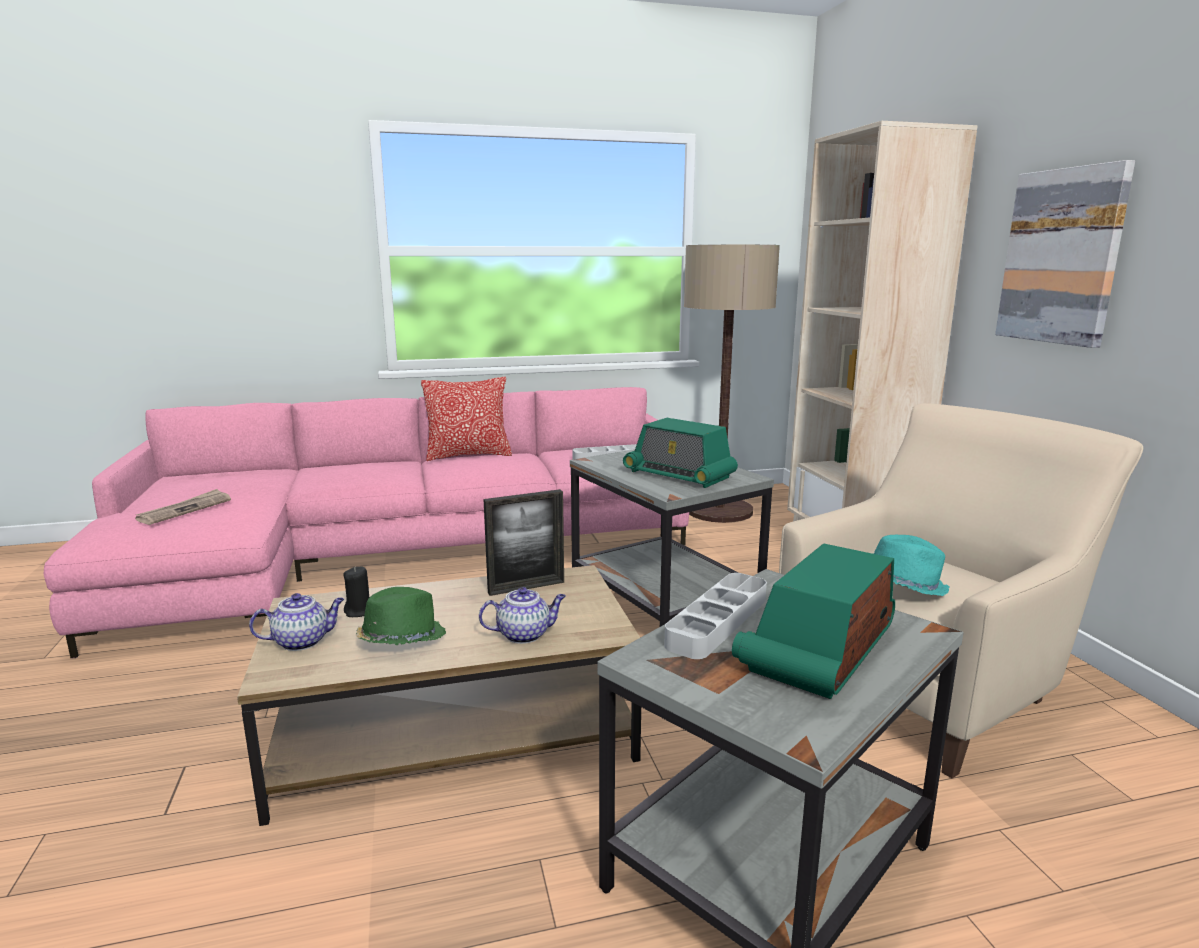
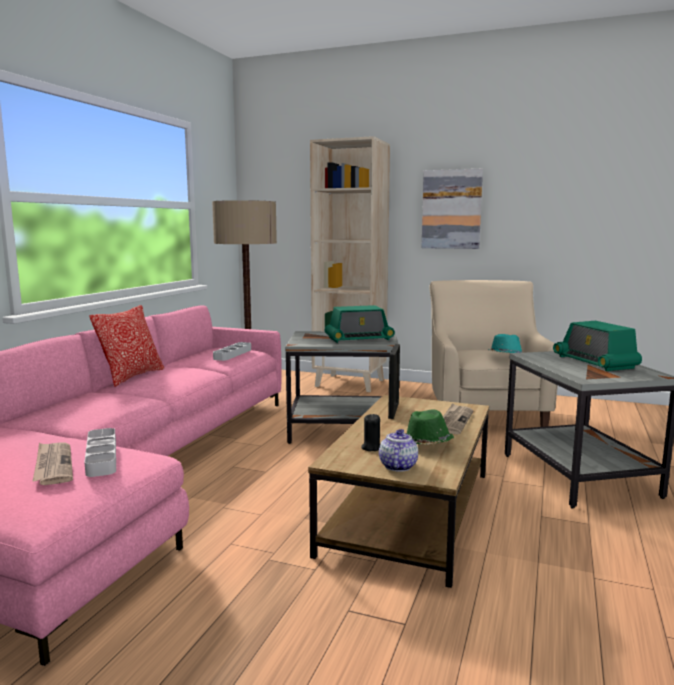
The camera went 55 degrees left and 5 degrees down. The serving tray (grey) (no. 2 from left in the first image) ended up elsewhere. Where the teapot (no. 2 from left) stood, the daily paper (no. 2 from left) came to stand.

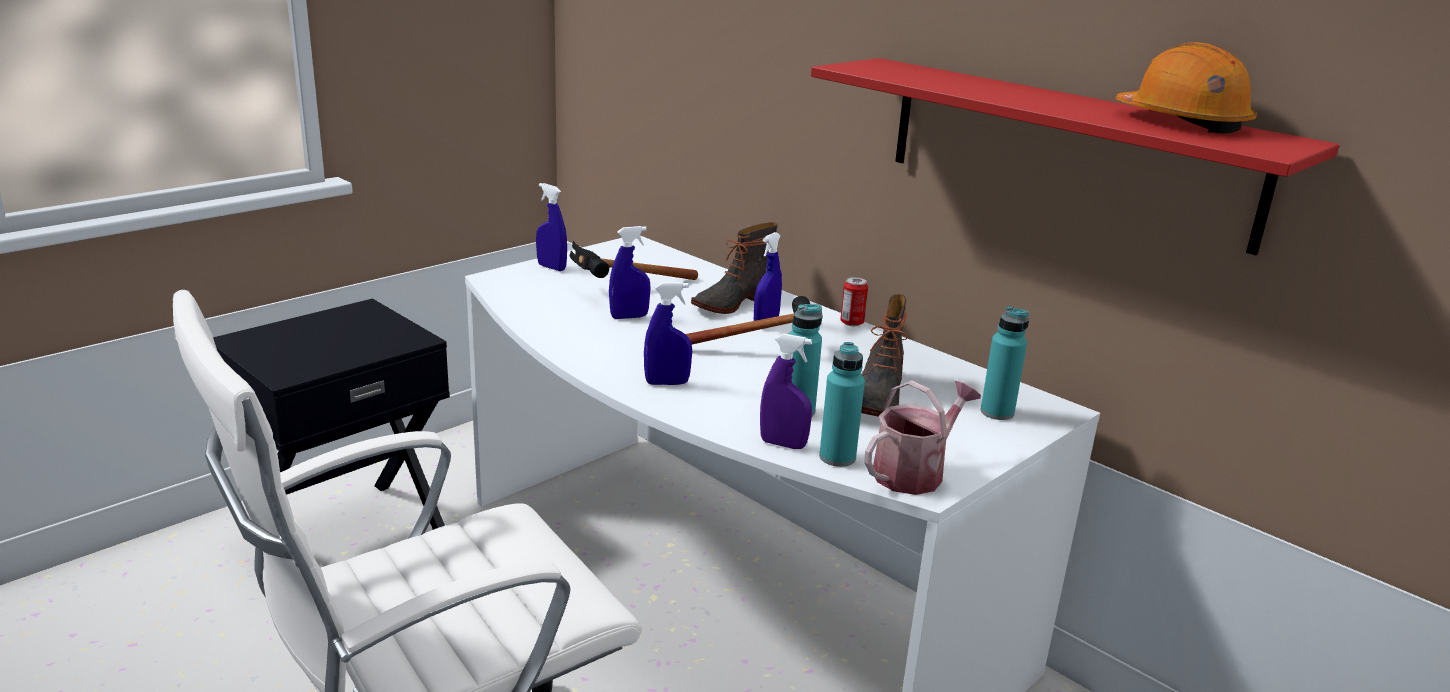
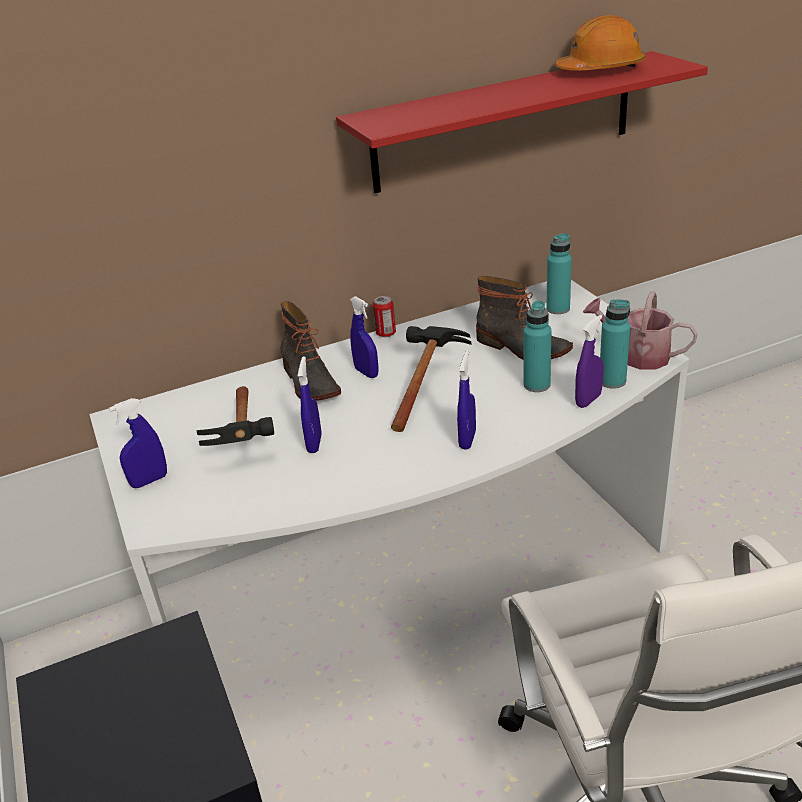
The camera went 65 degrees left and 10 degrees up. The watering pot ended up facing another way, 45 degrees counterclockwise from before.

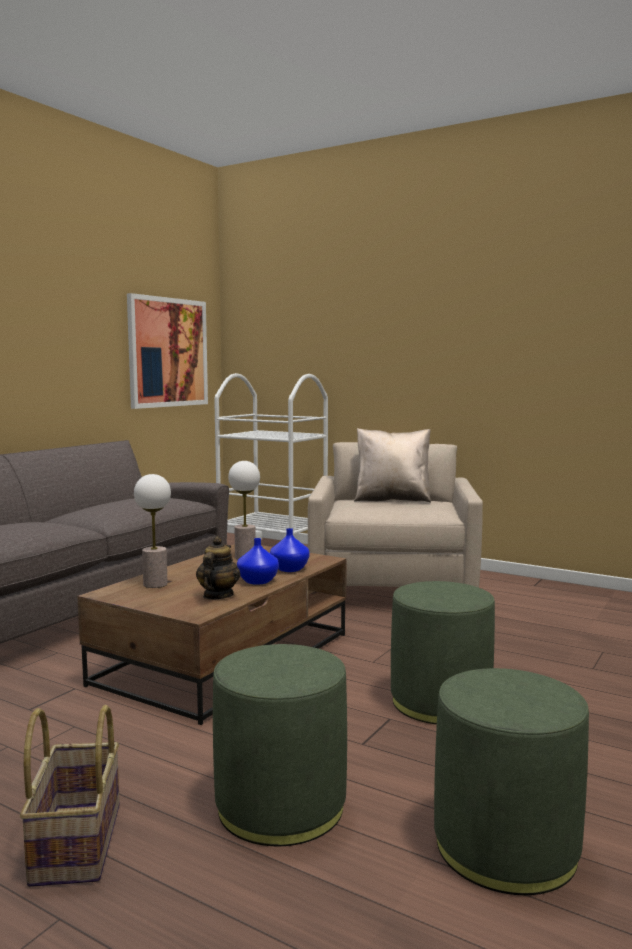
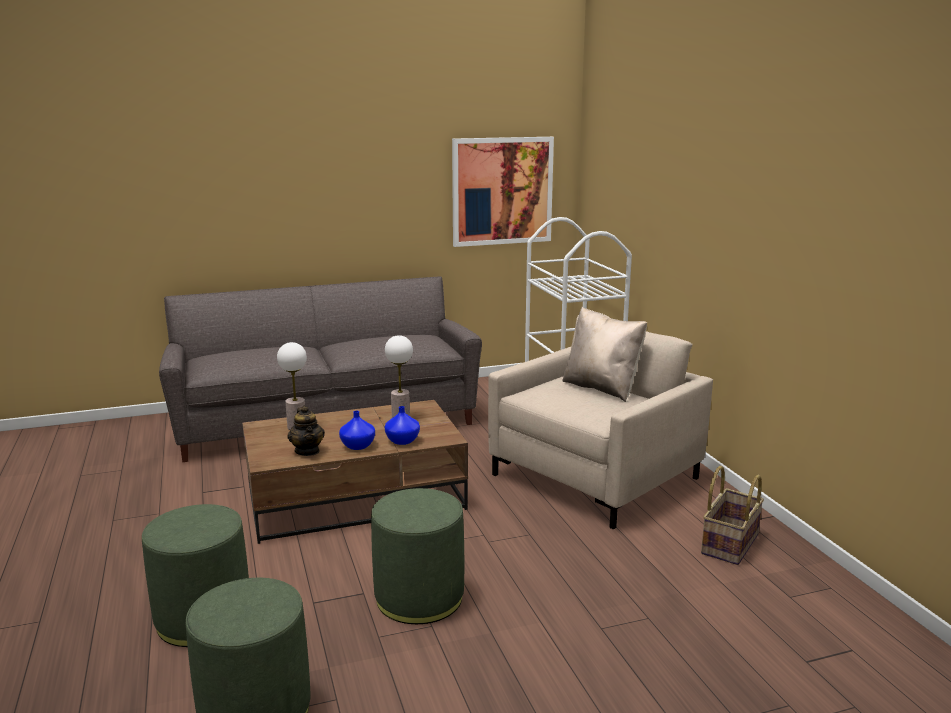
The camera went 40 degrees right and 10 degrees up. The teapot ended up facing another way, 105 degrees clockwise from before. The household basket ended up elsewhere.

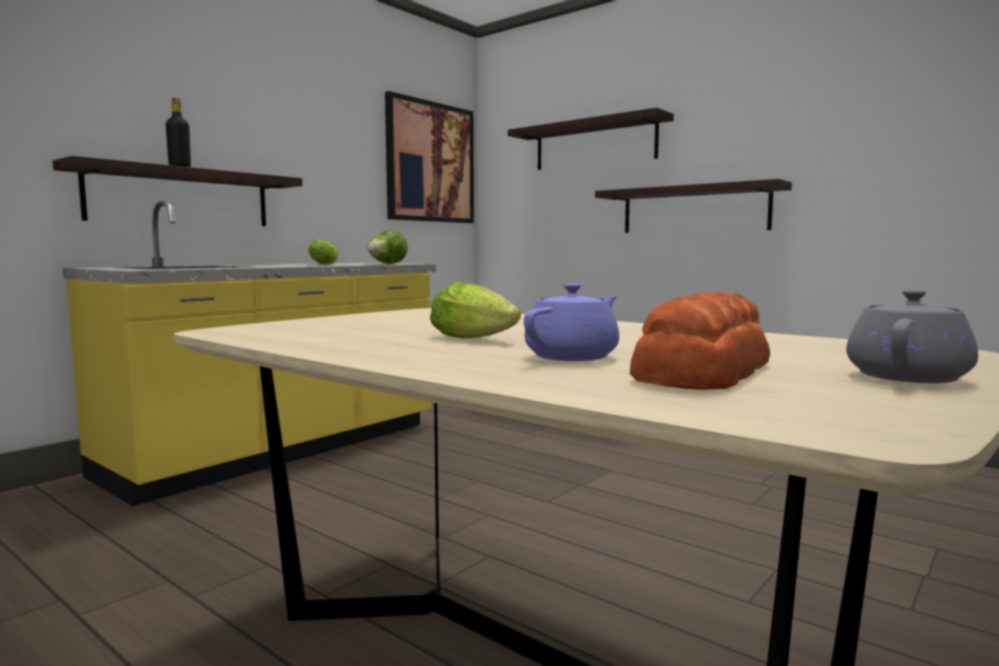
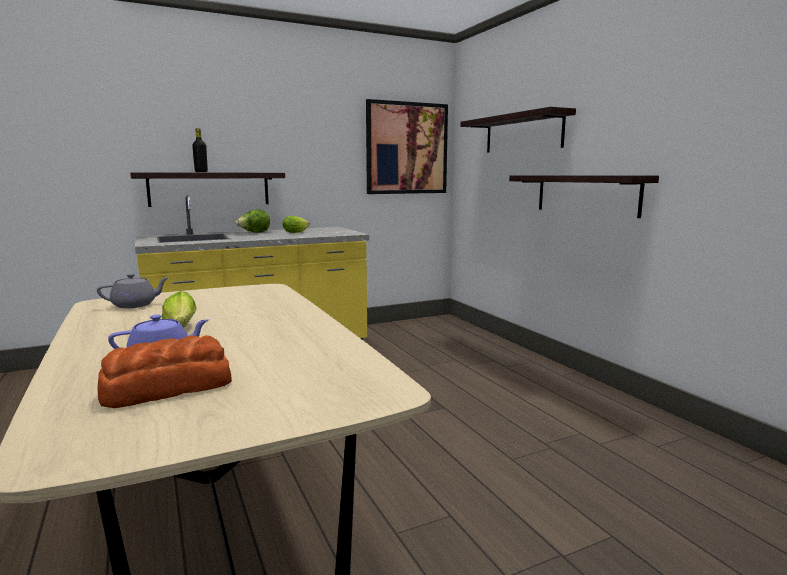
The camera went 25 degrees right and 5 degrees up. The lettuce (no. 2 from left) ended up elsewhere. The teapot (grey) ended up elsewhere.

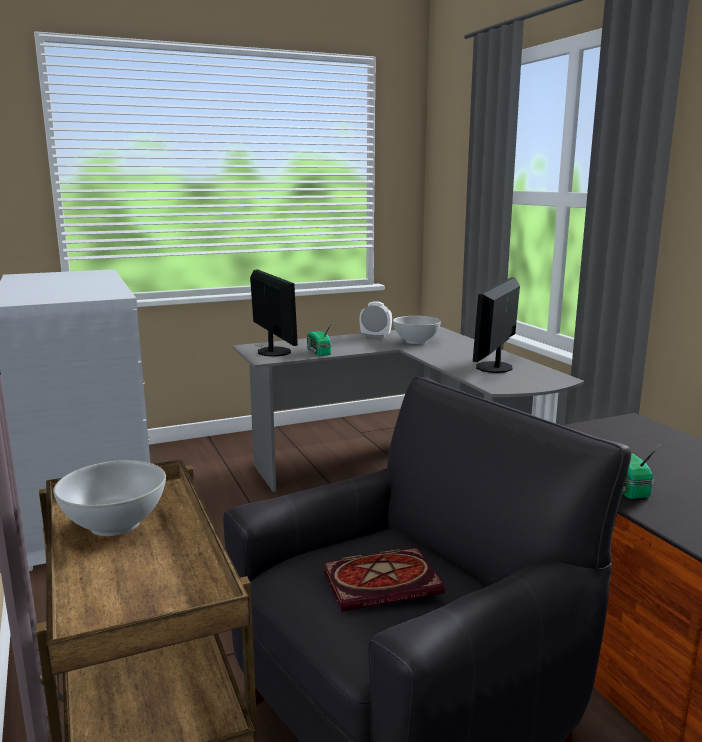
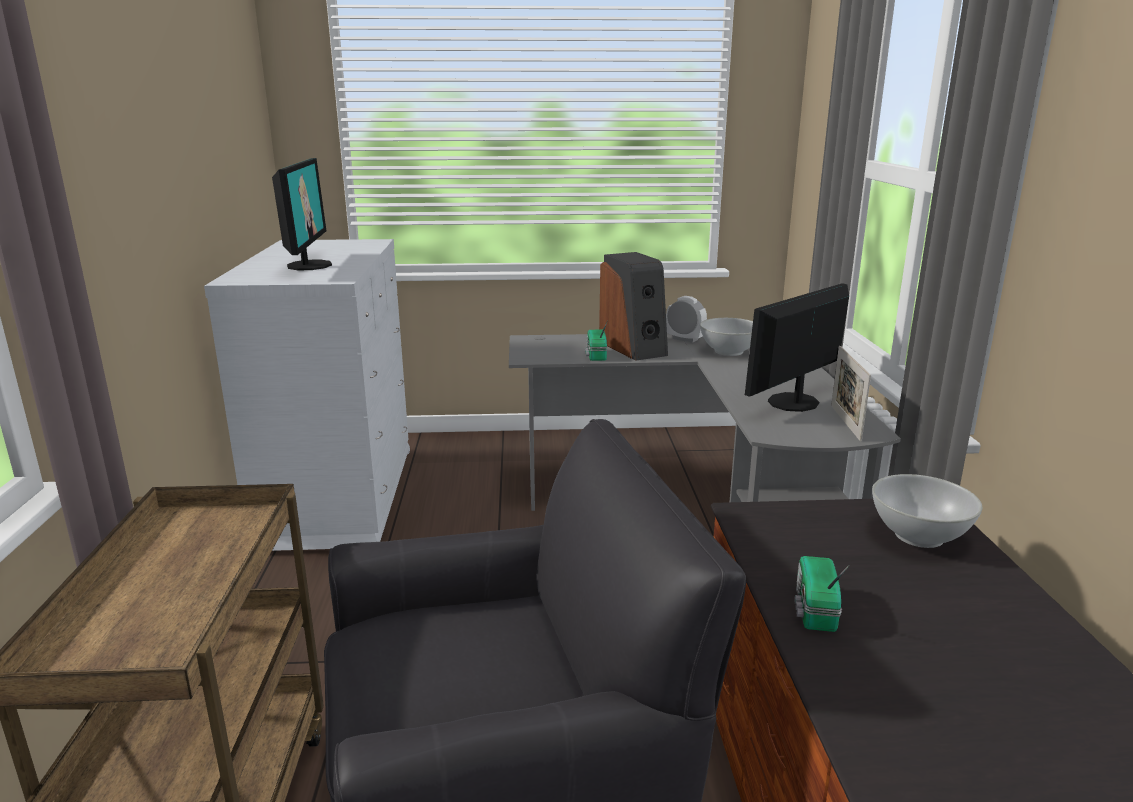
The camera went 20 degrees right and 5 degrees up. The monitor (no. 1 from left) ended up elsewhere. The deep dish (whitish) (no. 1 from left in the first image) ended up elsewhere. The second view lost the volume. The second view gained the audio speaker. The second view gained the standing frame.

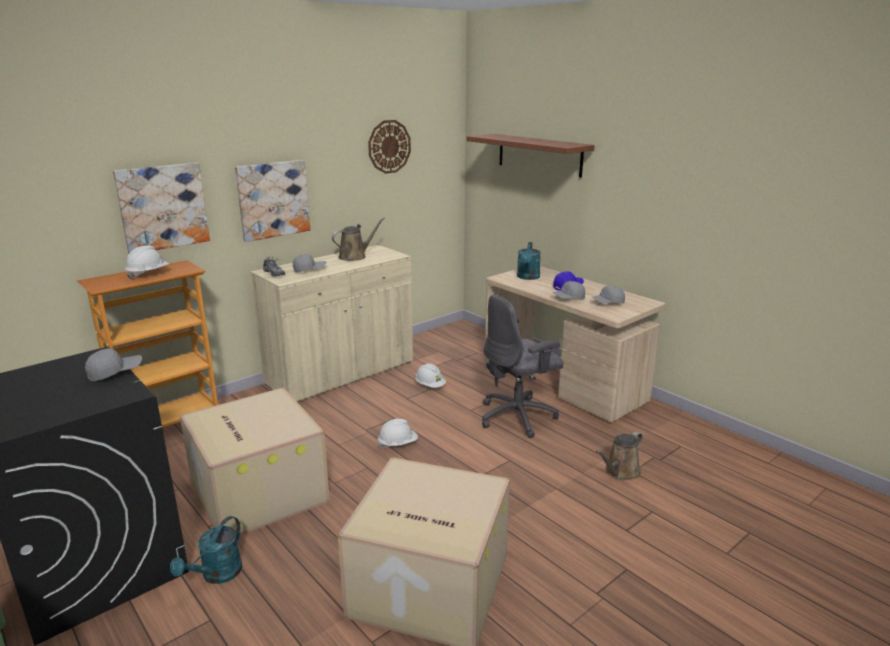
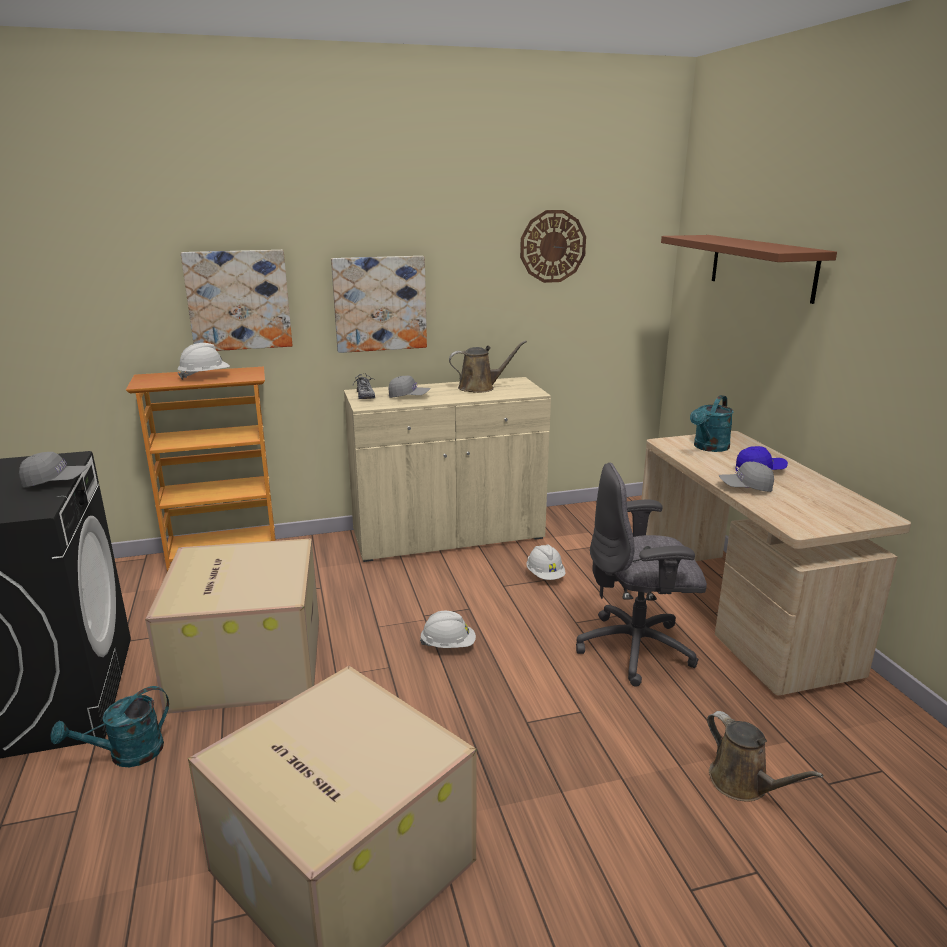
The camera went 25 degrees right and 0 degrees up. The second view lost the peaked cap (grey) (no. 4 from left). The watering pot (brown-coloured) (no. 2 from left) ended up facing another way, 105 degrees counterclockwise from before.

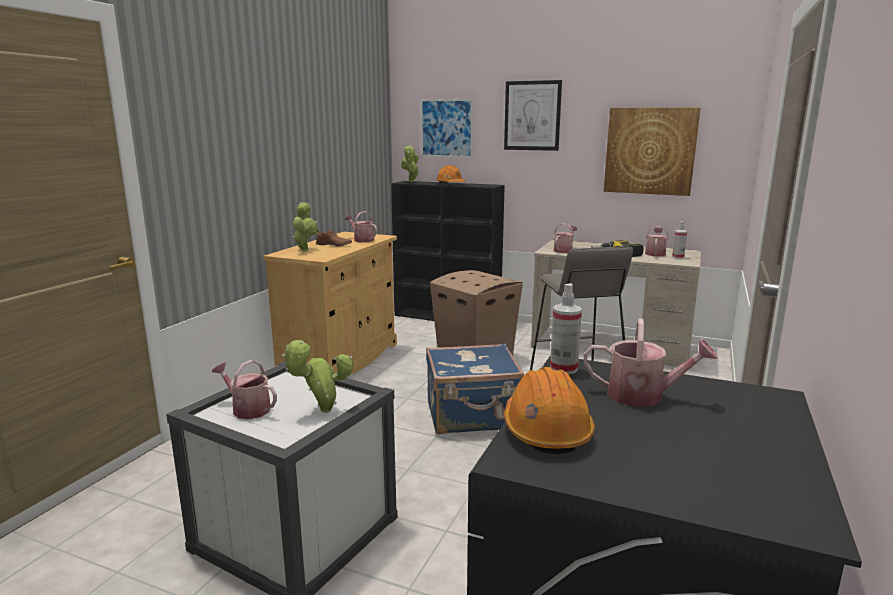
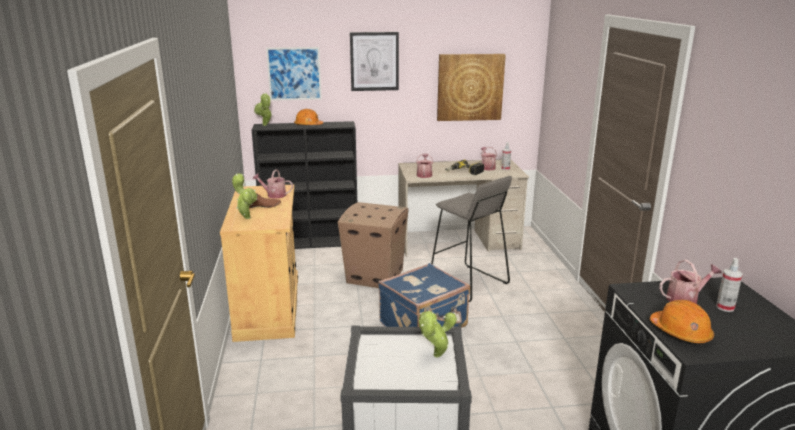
The camera went 30 degrees left and 5 degrees up. The sprayer (no. 1 from left in the first image) ended up elsewhere. The second view lost the watering pot (no. 1 from left).

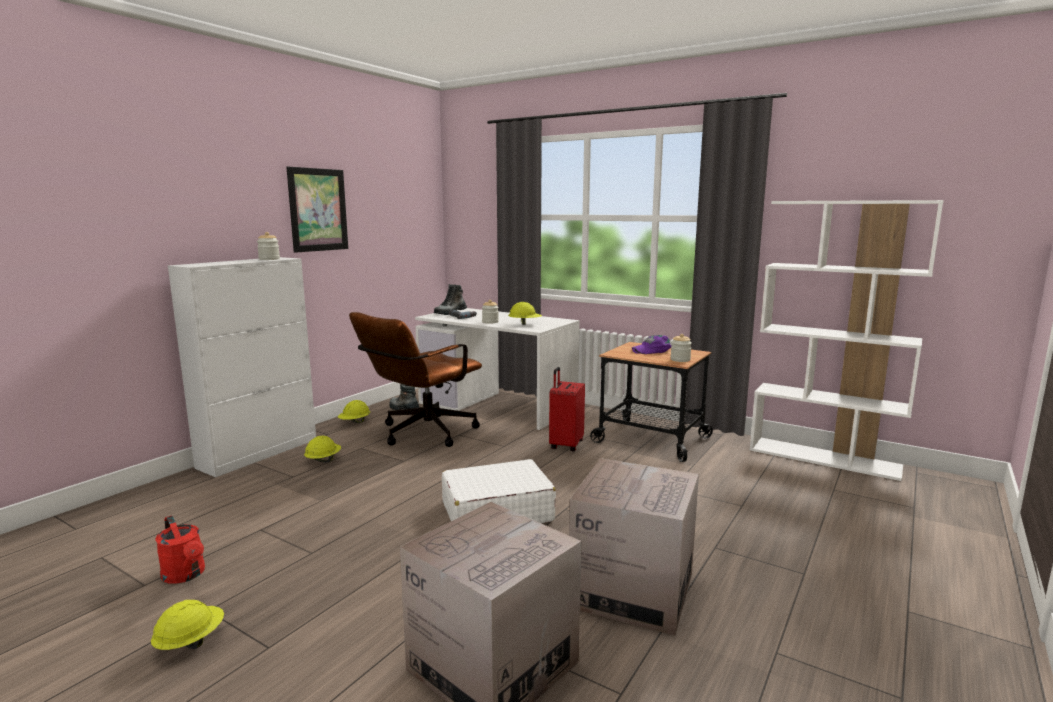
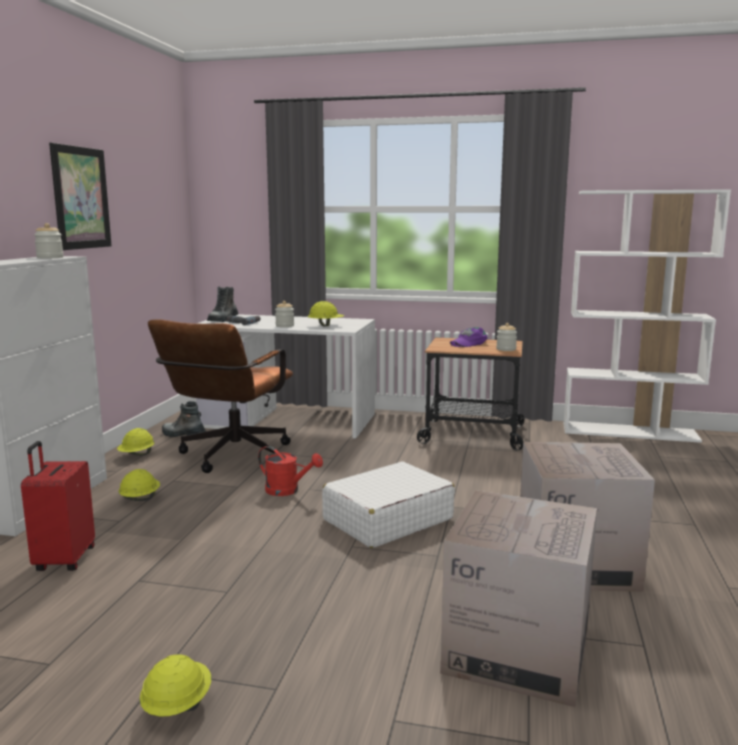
The camera went 20 degrees left and 0 degrees up. The suitcase (red) ended up elsewhere. The watering pot (red) ended up elsewhere.

